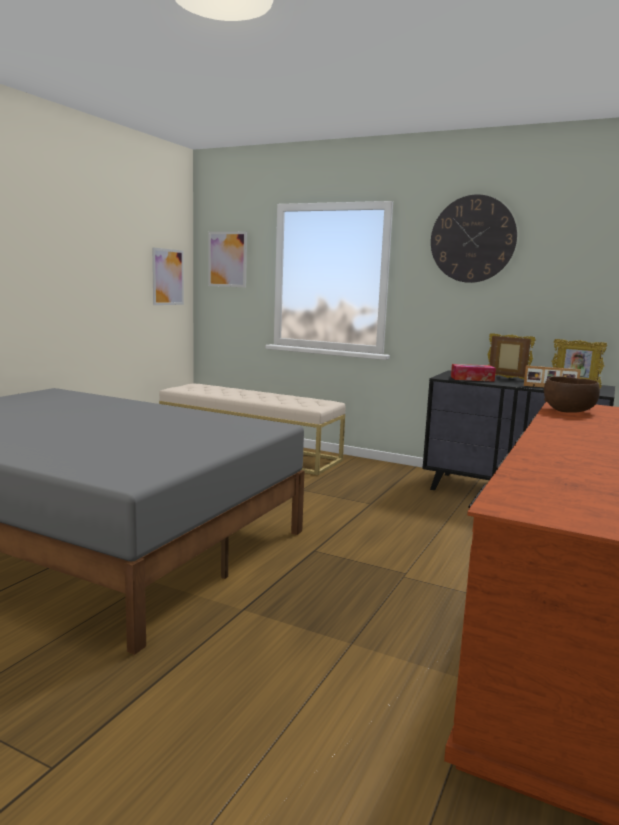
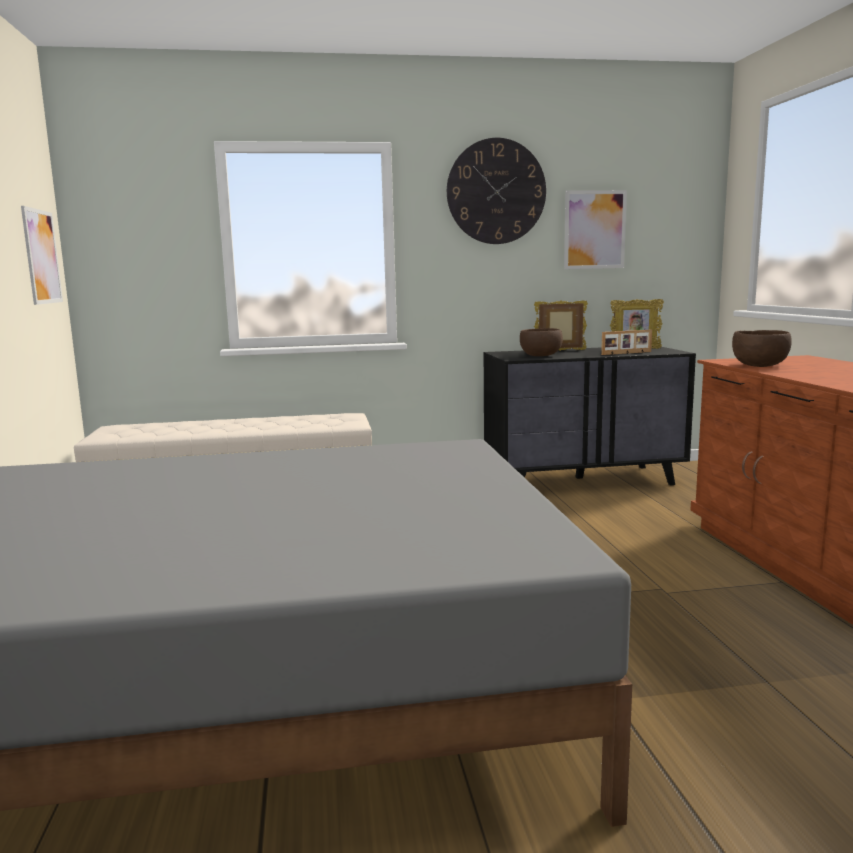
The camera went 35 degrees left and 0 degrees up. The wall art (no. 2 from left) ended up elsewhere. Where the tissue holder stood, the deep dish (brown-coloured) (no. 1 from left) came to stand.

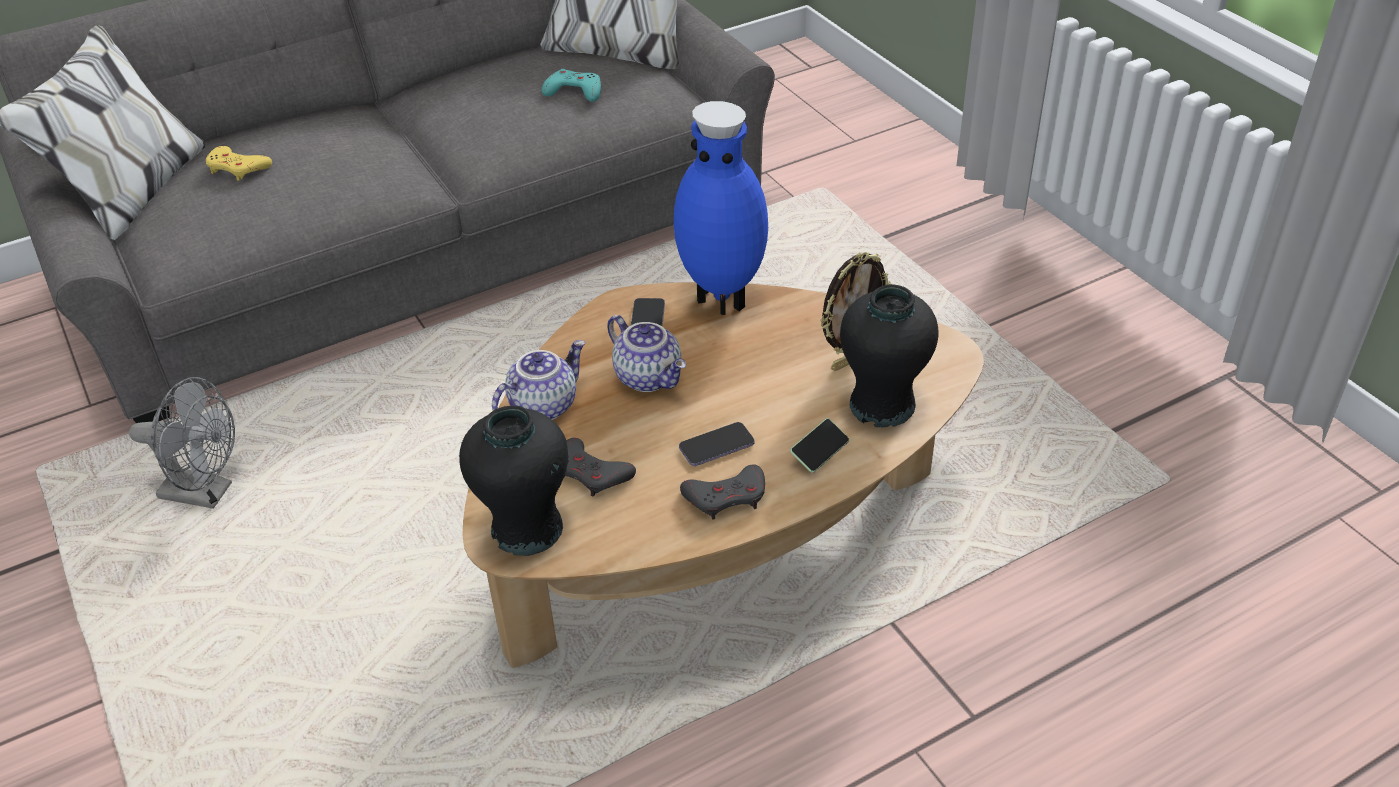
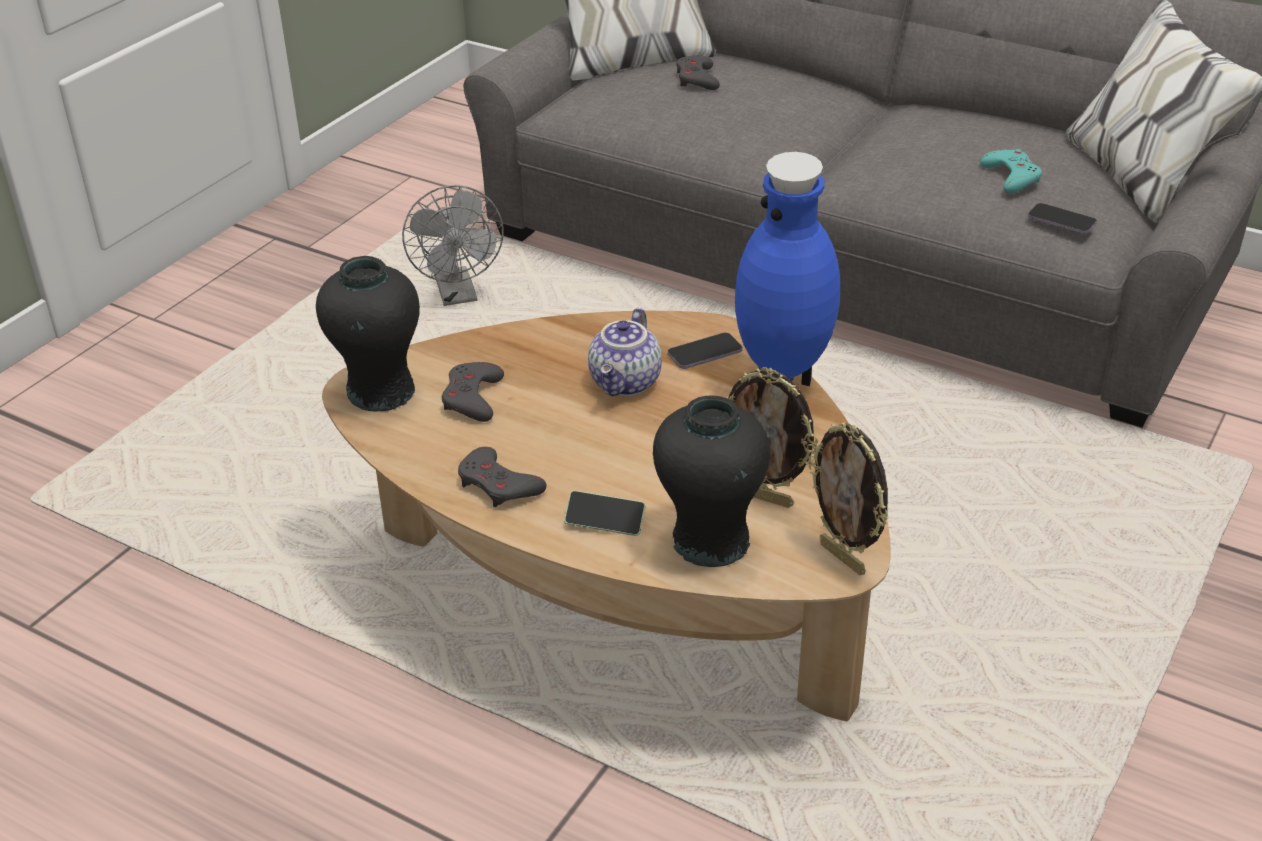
The camera went 60 degrees right and 5 degrees down. What was the gamepad (yellow-coloured) turned into the gamepad (grey) (no. 3 from left). The second view lost the teapot (no. 1 from left). The handset (no. 2 from left in the first image) ended up elsewhere. The second view gained the standing frame (no. 2 from left).

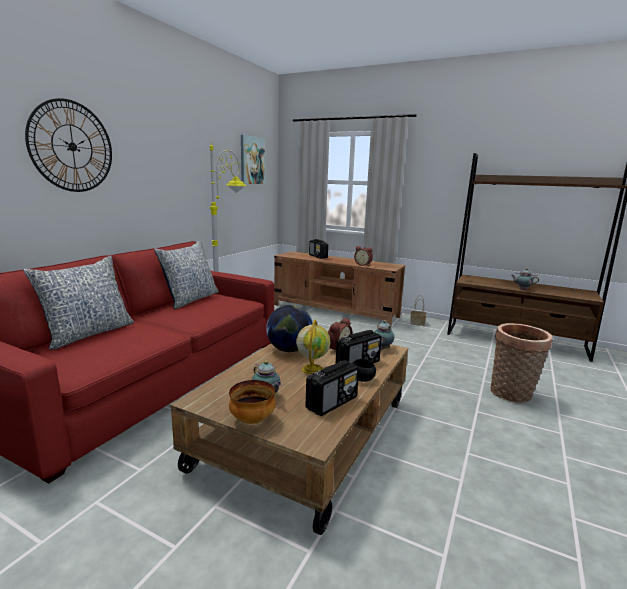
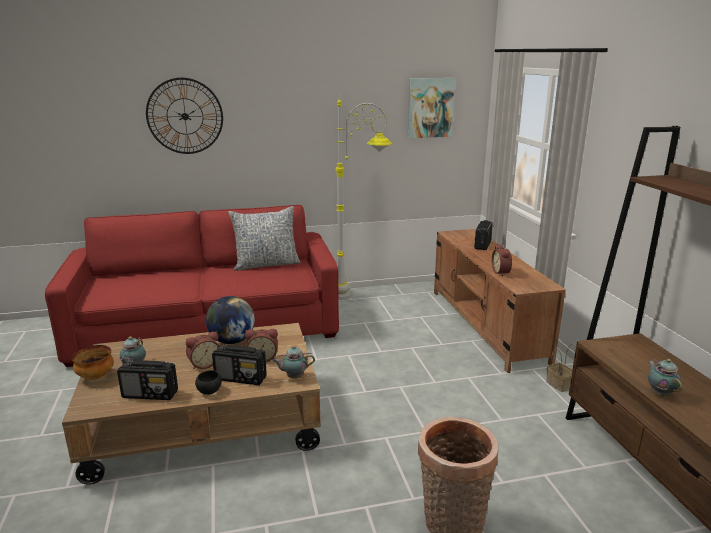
The camera went 50 degrees right and 5 degrees up. The second view lost the throw pillow (no. 1 from left). Where the desk globe (no. 2 from left) stood, the alarm clock (no. 1 from left) came to stand.

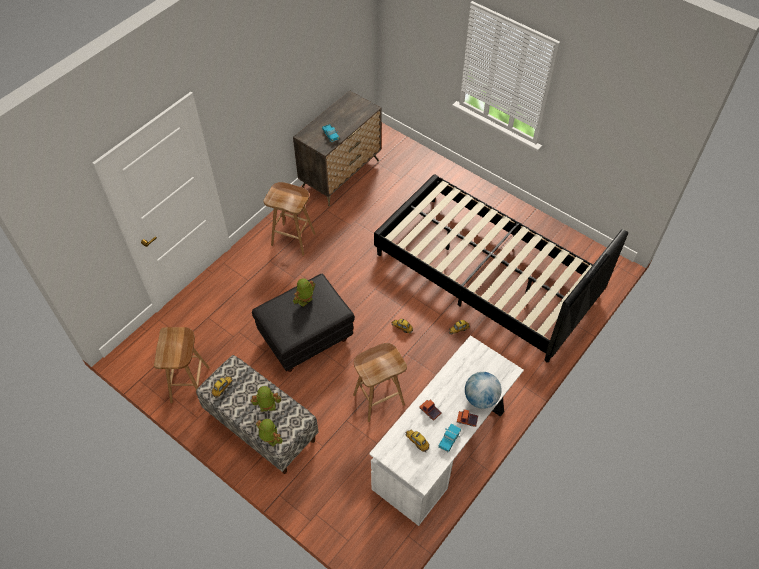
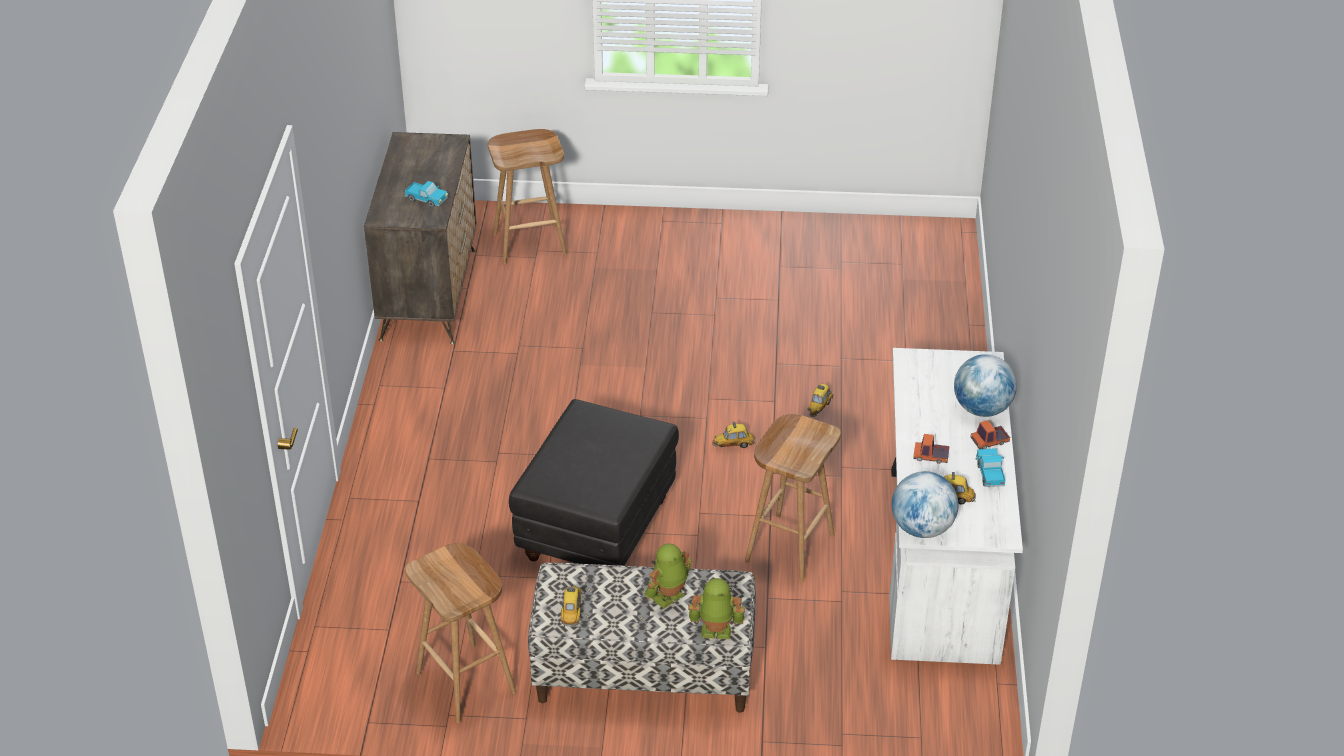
The camera went 35 degrees left and 15 degrees down. The second view lost the bed (black). The stool seat (brown-coloured) (no. 2 from left) ended up elsewhere. The second view lost the toy robot (no. 3 from left). The second view gained the desk globe (no. 1 from left).

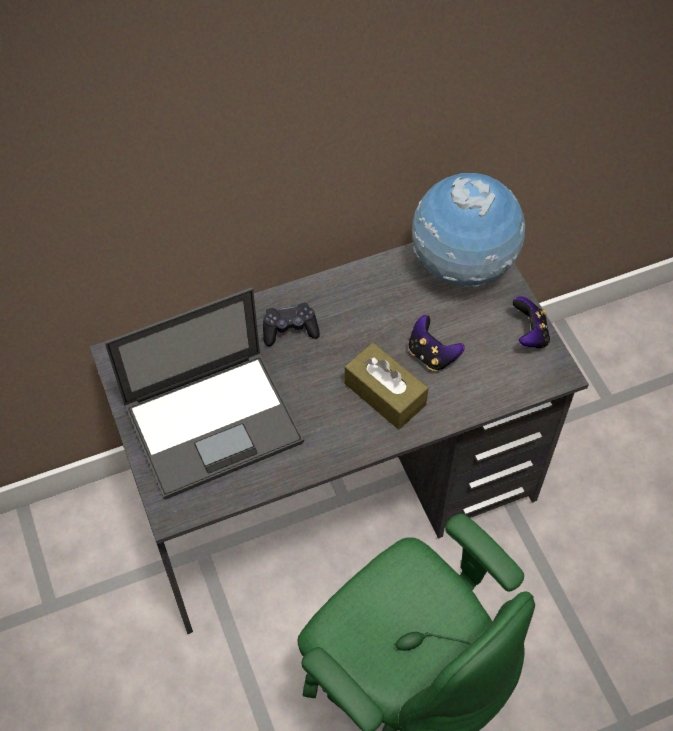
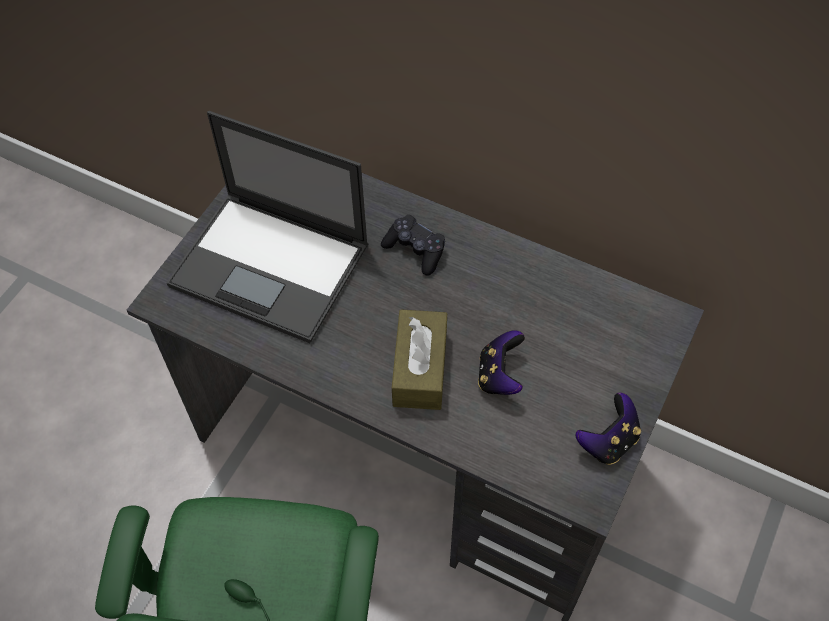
The camera went 50 degrees right and 0 degrees up. The second view lost the desk globe.

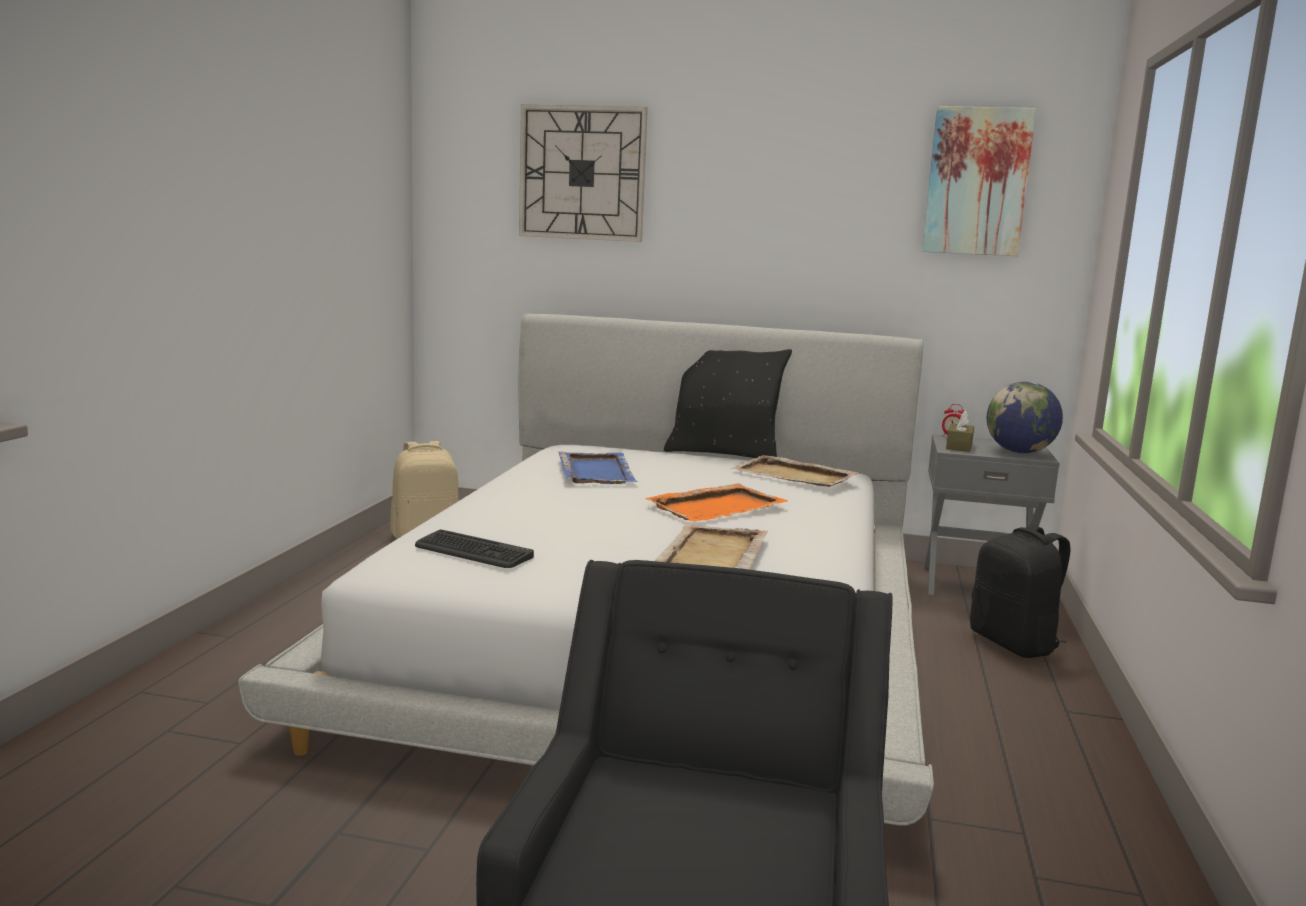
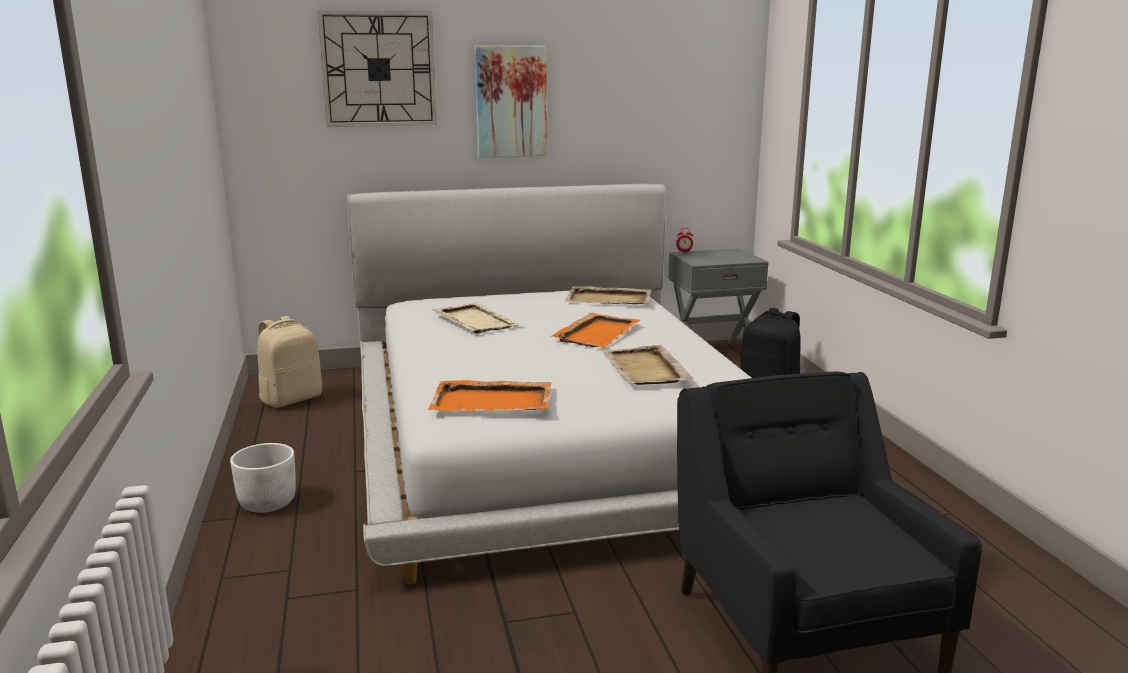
The camera went 25 degrees left and 5 degrees up. The wall art ended up elsewhere. The second view lost the throw pillow (black). The second view lost the desk globe. The second view lost the tissue holder (brown-coloured). What was the serving tray (blue-coloured) turned into the serving tray (beige-coloured) (no. 1 from left). Where the keyboard stood, the serving tray (orange) (no. 1 from left) came to stand. The second view gained the plant pot (whitish).

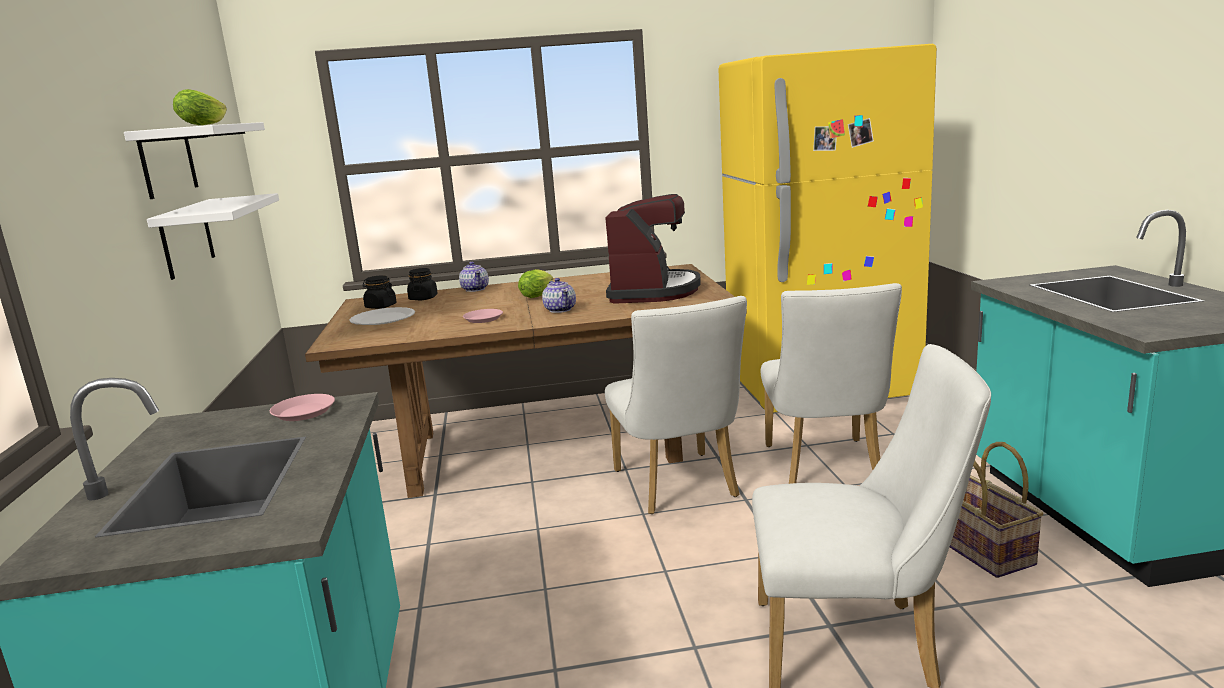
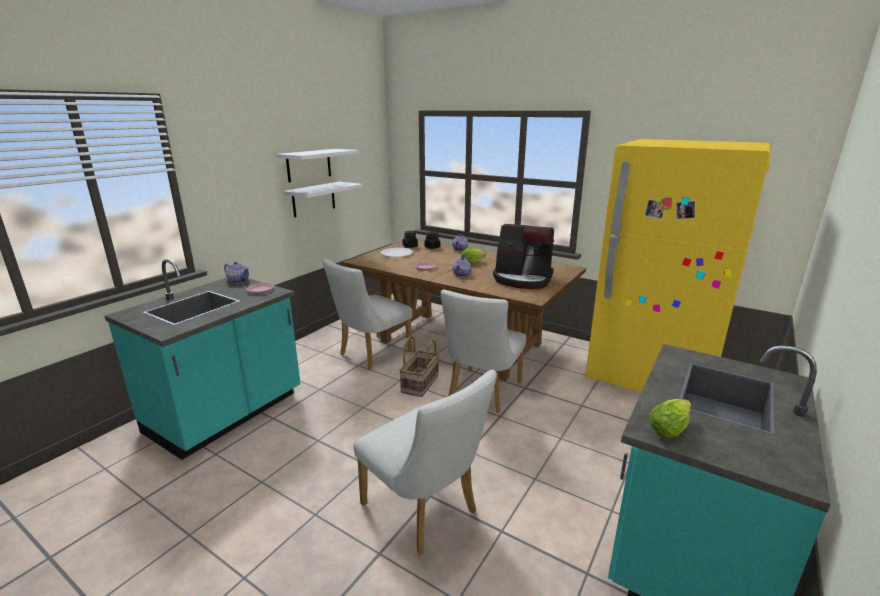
The camera went 40 degrees right and 5 degrees up. The lettuce (no. 1 from left in the first image) ended up elsewhere. The coffee machine ended up facing another way, 60 degrees clockwise from before. The chair (whitish) (no. 2 from left in the first image) ended up elsewhere. The household basket ended up elsewhere. The second view gained the teapot (no. 1 from left).

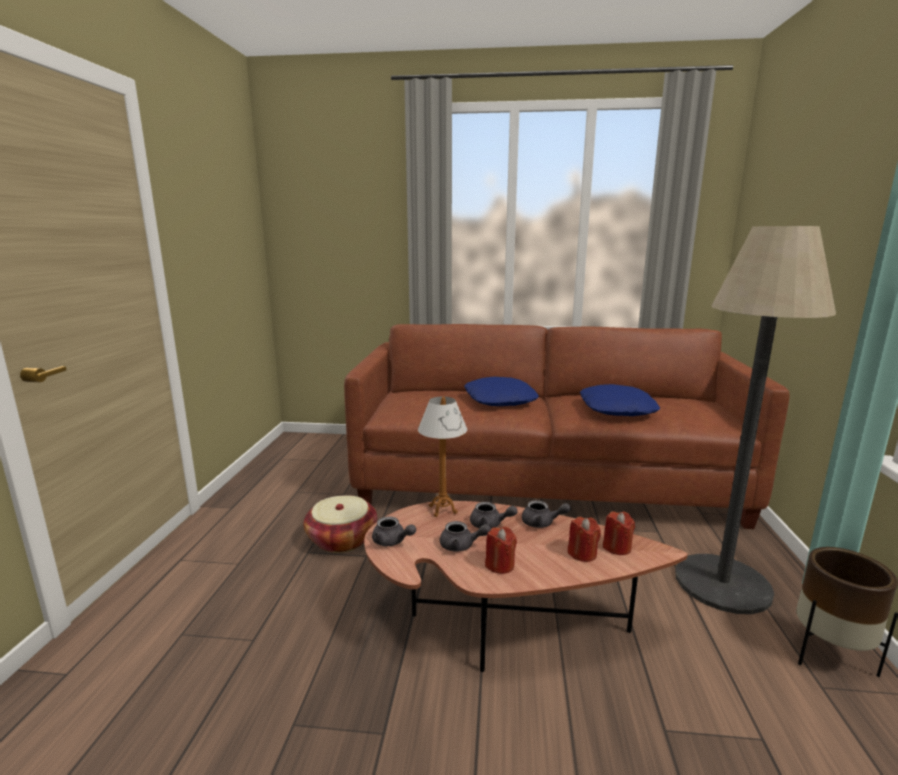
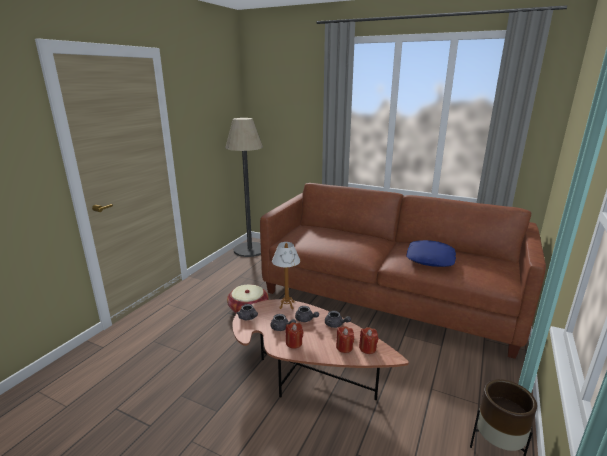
The camera went 20 degrees right and 5 degrees up. The standing lamp ended up elsewhere. The second view lost the throw pillow (blue-coloured) (no. 1 from left).

